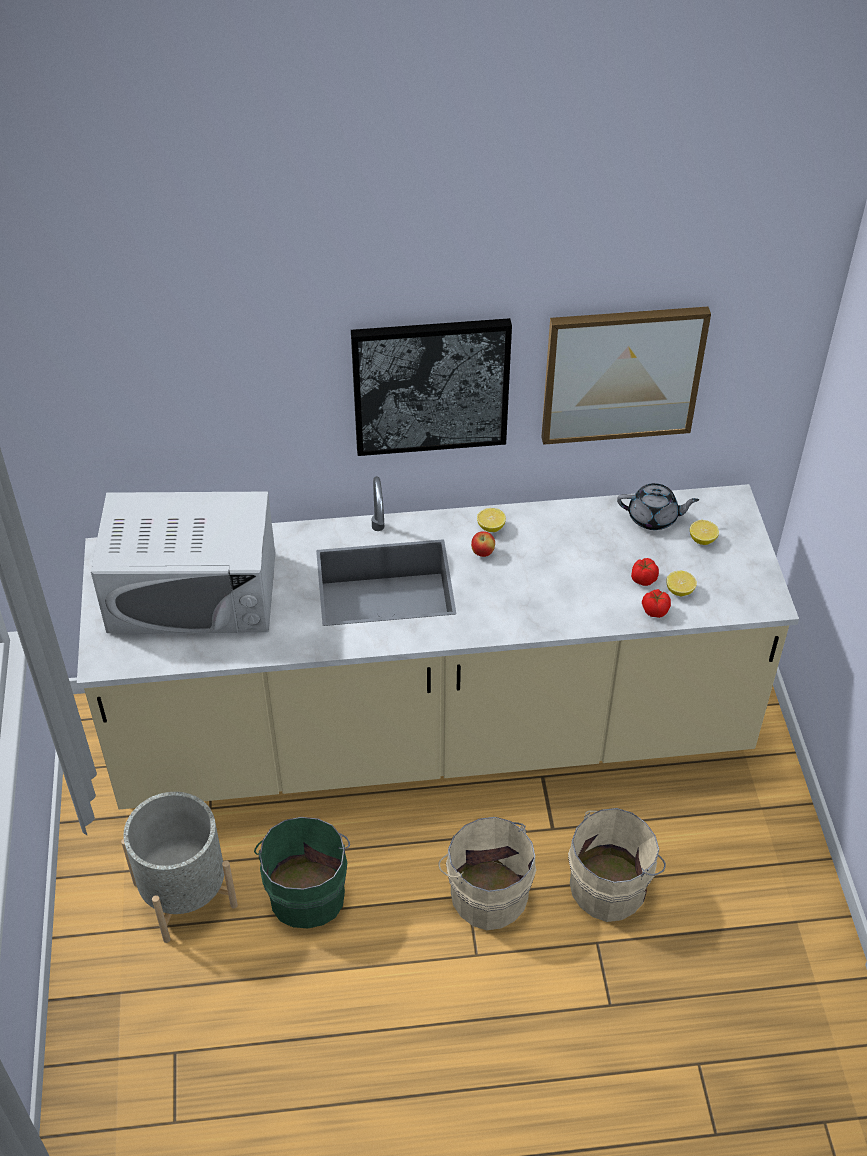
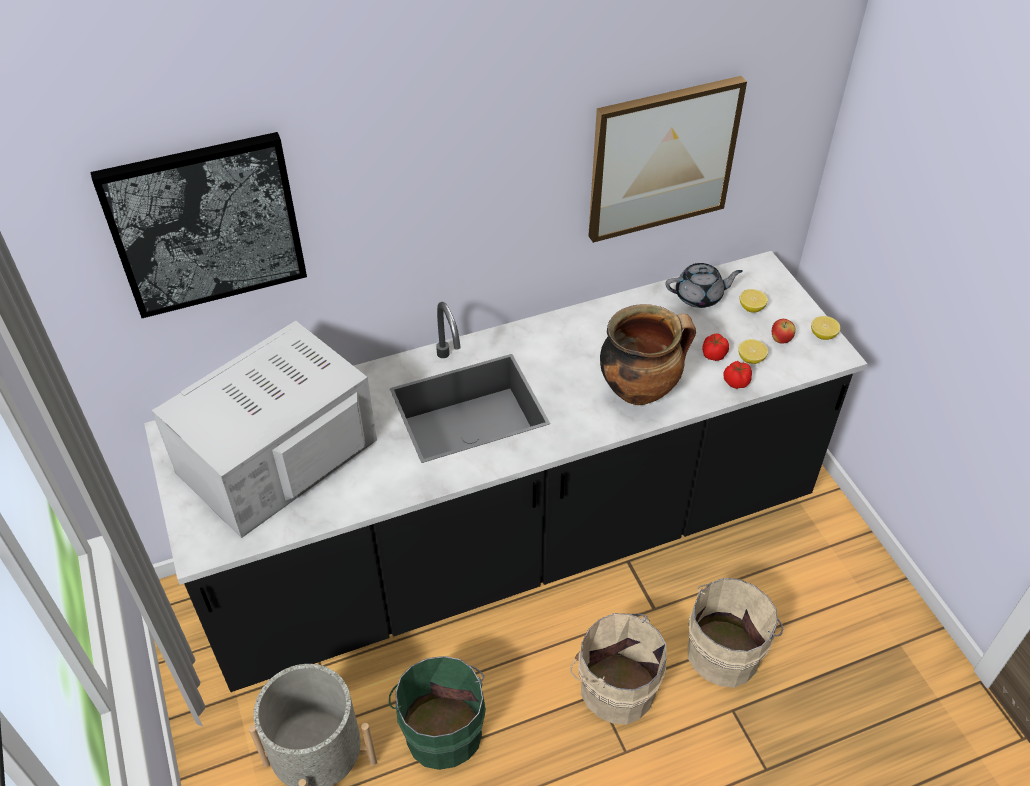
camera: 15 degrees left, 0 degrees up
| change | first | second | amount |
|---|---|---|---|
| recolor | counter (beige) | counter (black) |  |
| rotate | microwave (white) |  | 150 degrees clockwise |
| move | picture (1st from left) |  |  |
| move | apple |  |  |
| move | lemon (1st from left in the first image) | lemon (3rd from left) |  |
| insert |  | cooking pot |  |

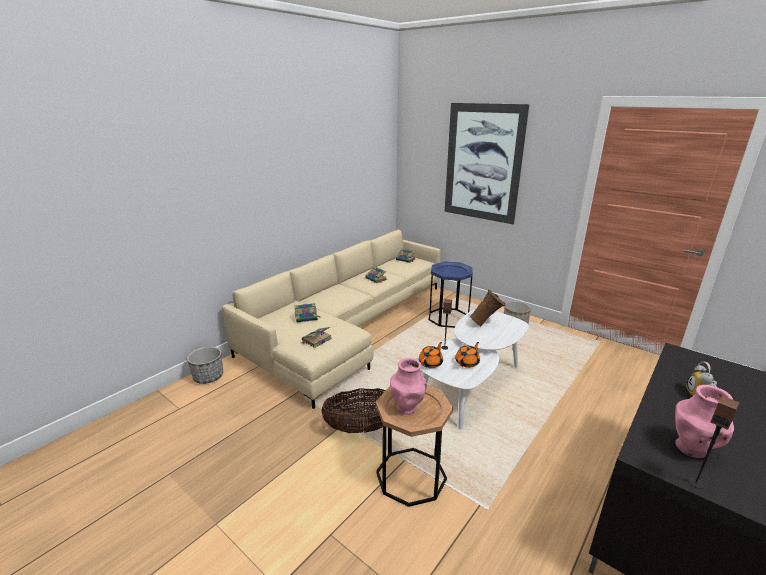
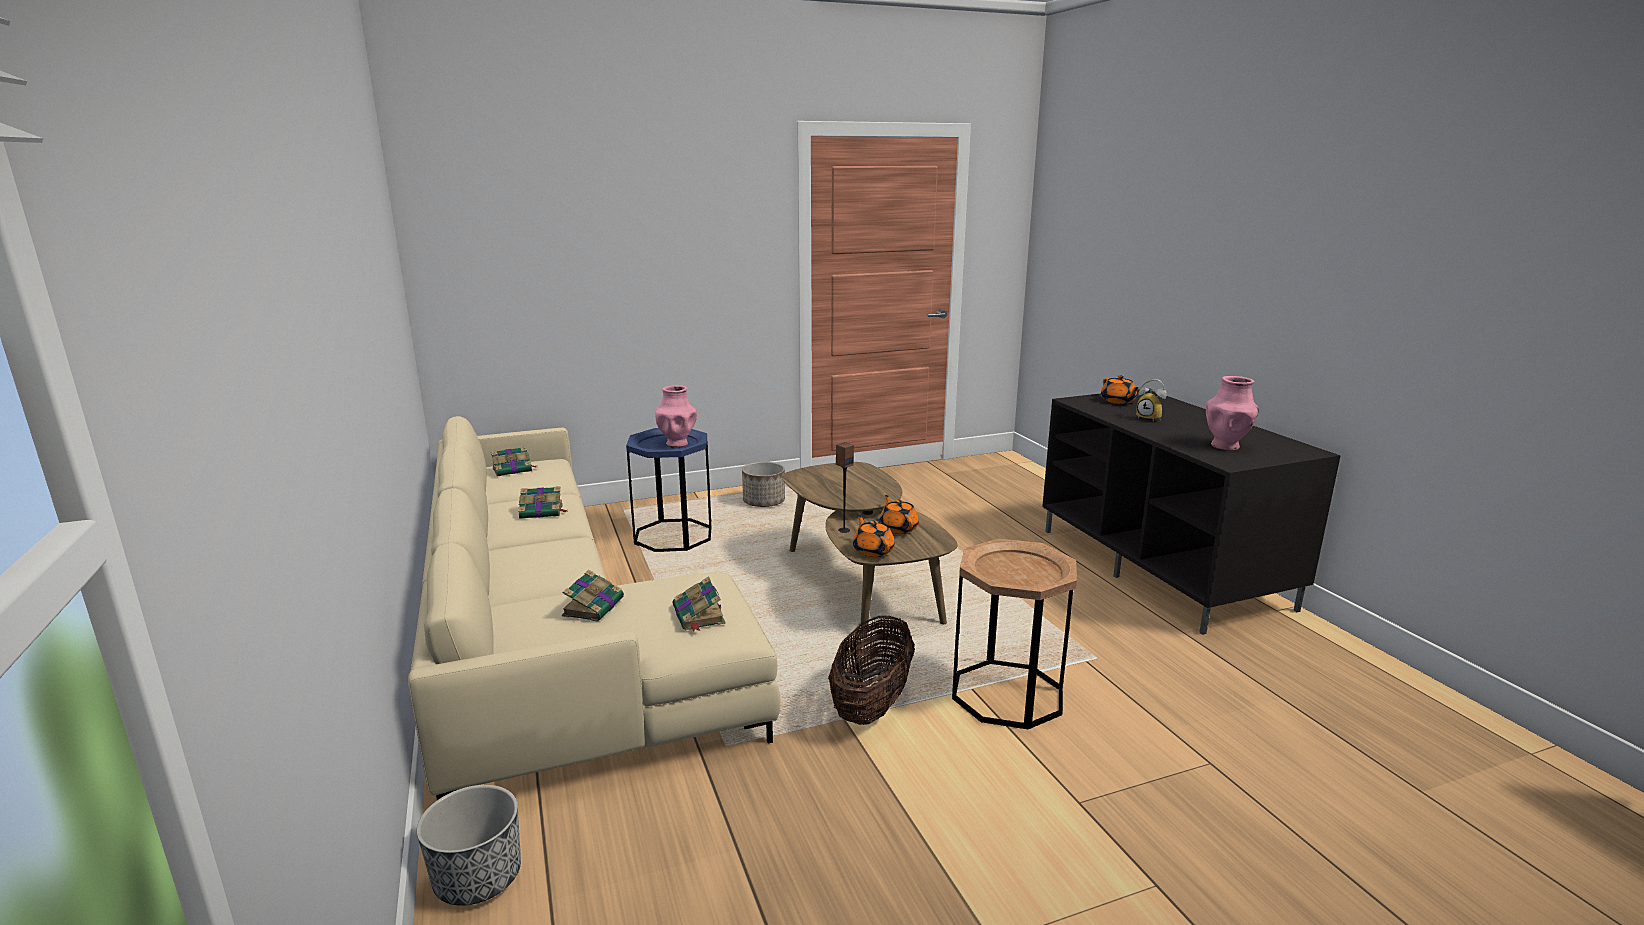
camera: 60 degrees left, 5 degrees down
| change | first | second | amount |
|---|---|---|---|
| move | vase (pink) (1st from left) |  |  |
| recolor | coffee table (white) | coffee table (brown) |  |
| delete | picture |  |  |
| delete | vase (brown) |  |  |
| delete | speaker (2nd from left) |  |  |
| insert |  | teapot (orange) (3rd from left) |  |

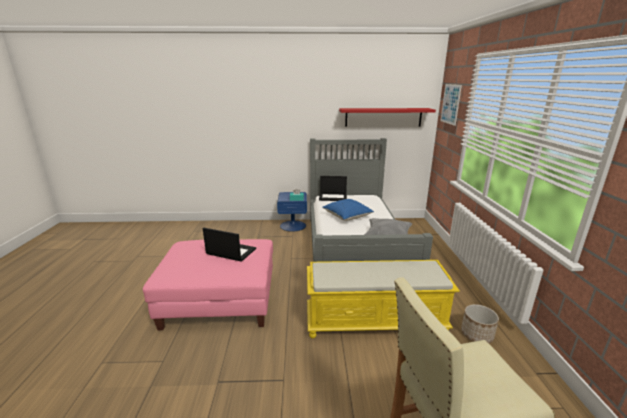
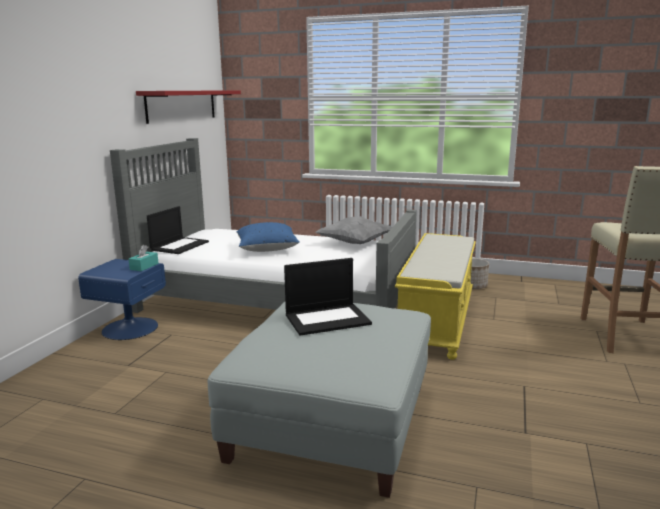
camera: 70 degrees left, 5 degrees down
| change | first | second | amount |
|---|---|---|---|
| recolor | ottoman (pink) | ottoman (grey) |  |
| rotate | laptop (1st from left in the first image) | laptop (2nd from left) | 150 degrees counterclockwise |
| delete | picture |  |  |

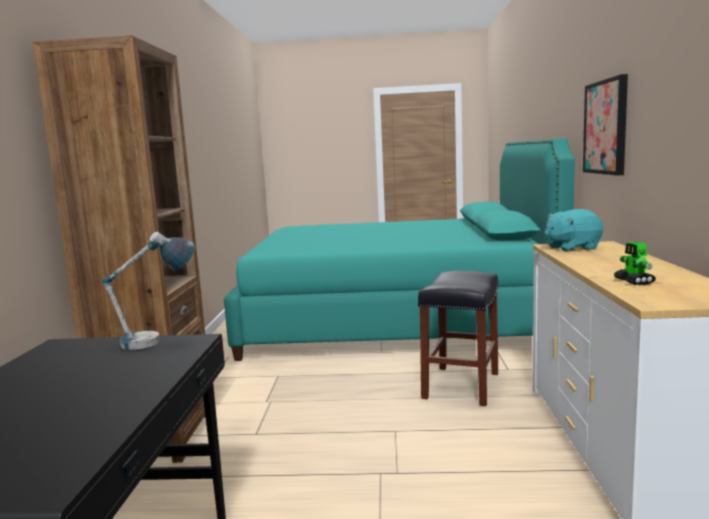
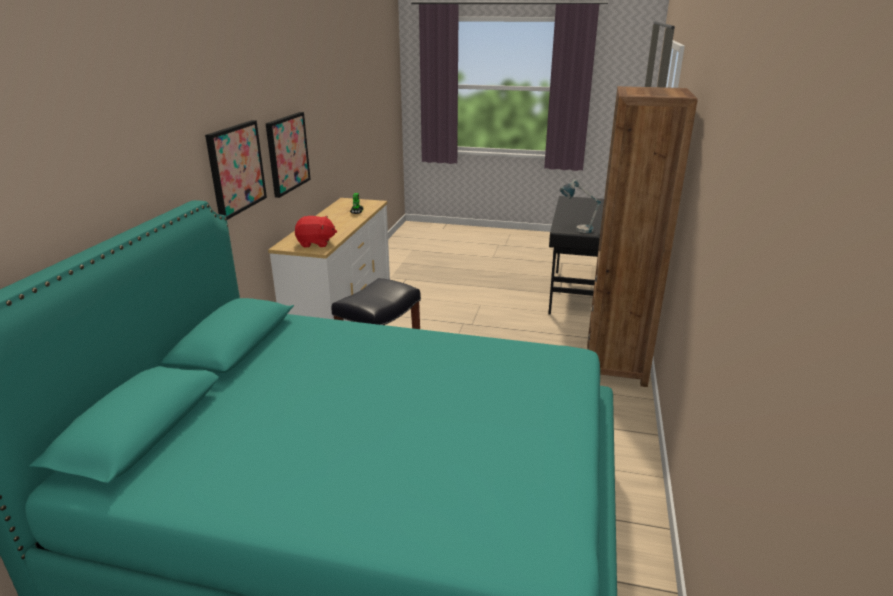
camera: 170 degrees left, 15 degrees up
| change | first | second | amount |
|---|---|---|---|
| recolor | plush toy (turquoise) | plush toy (red) |  |
| insert |  | picture (2nd from left) |  |

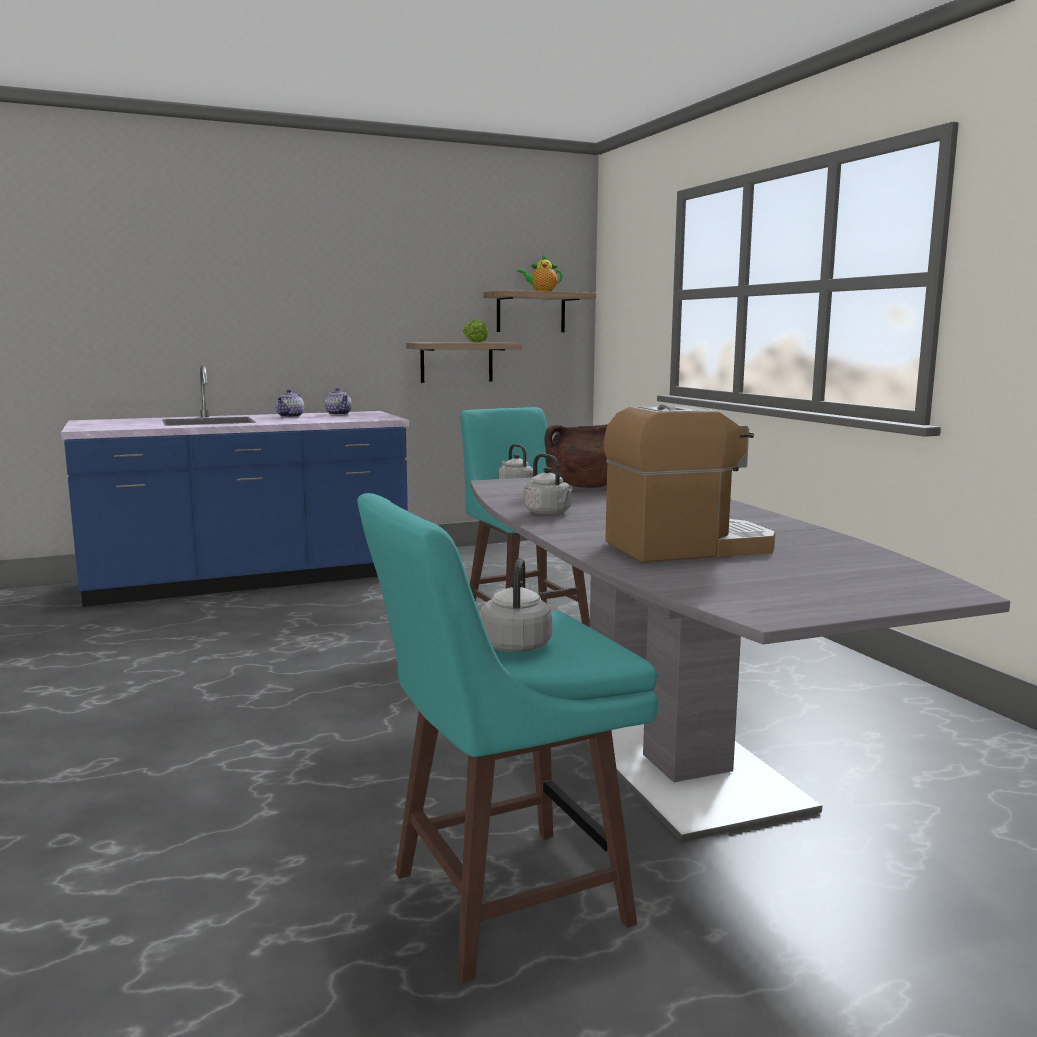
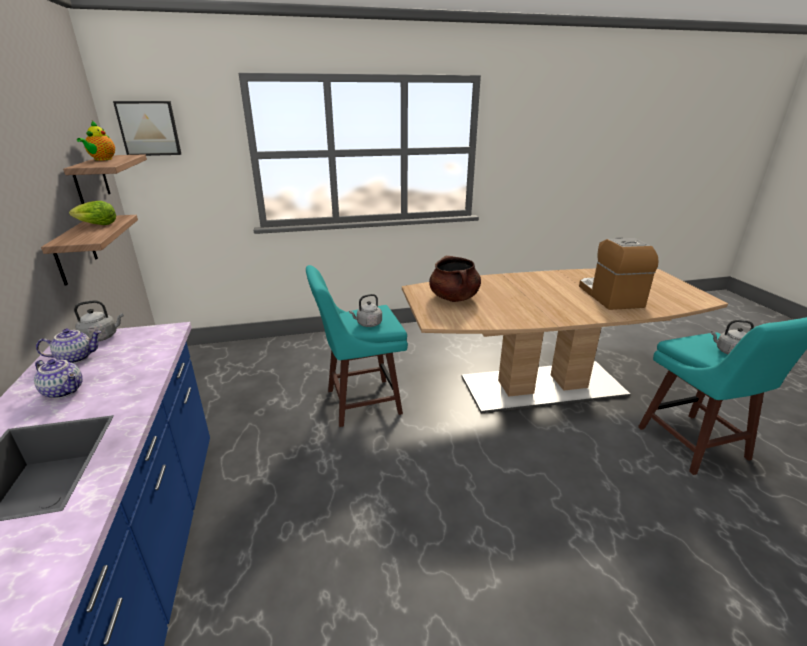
camera: 80 degrees left, 15 degrees up
| change | first | second | amount |
|---|---|---|---|
| recolor | dining table (grey) | dining table (brown) |  |
| move | kettle (grey) (3rd from left in the first image) | kettle (grey) (1st from left) |  |
| insert |  | picture |  |

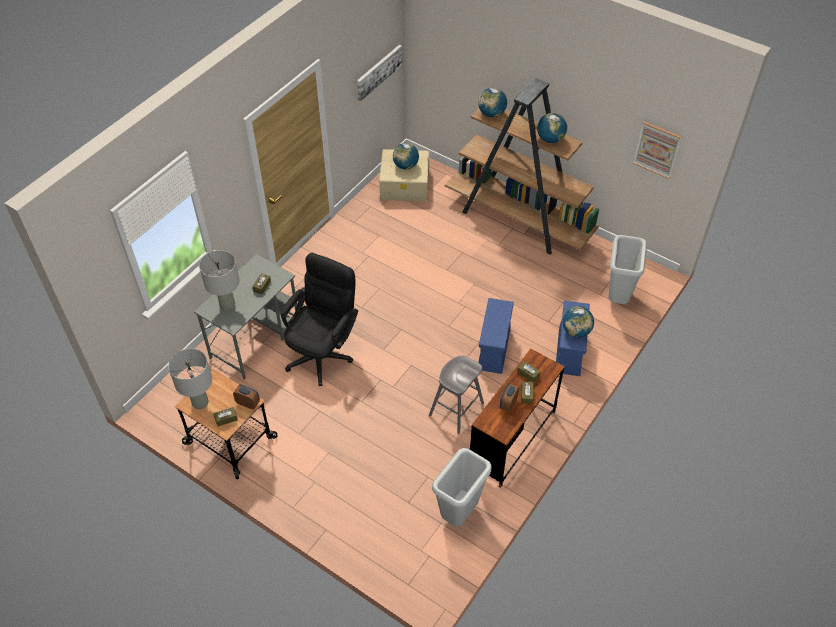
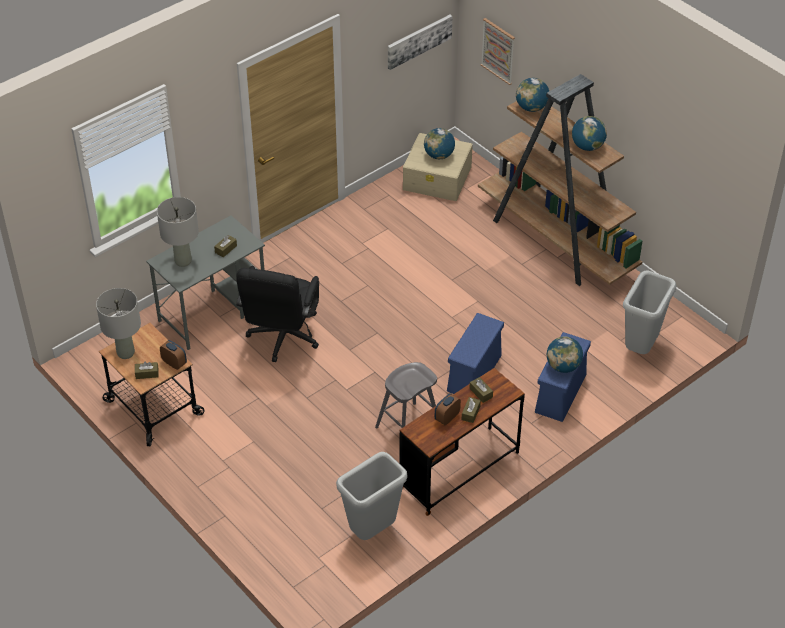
camera: 15 degrees right, 5 degrees down
| change | first | second | amount |
|---|---|---|---|
| rotate | office chair (black) |  | 150 degrees clockwise |
| move | picture (2nd from left) |  |  |

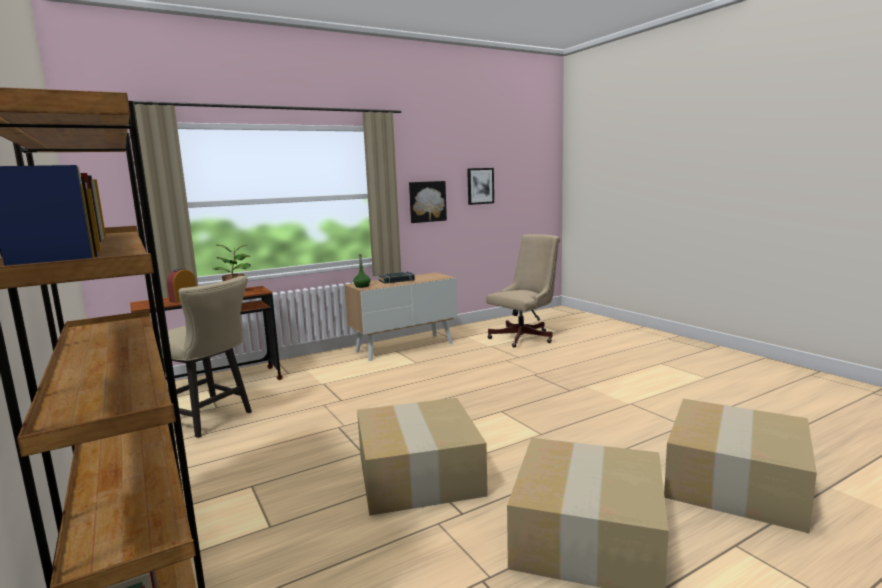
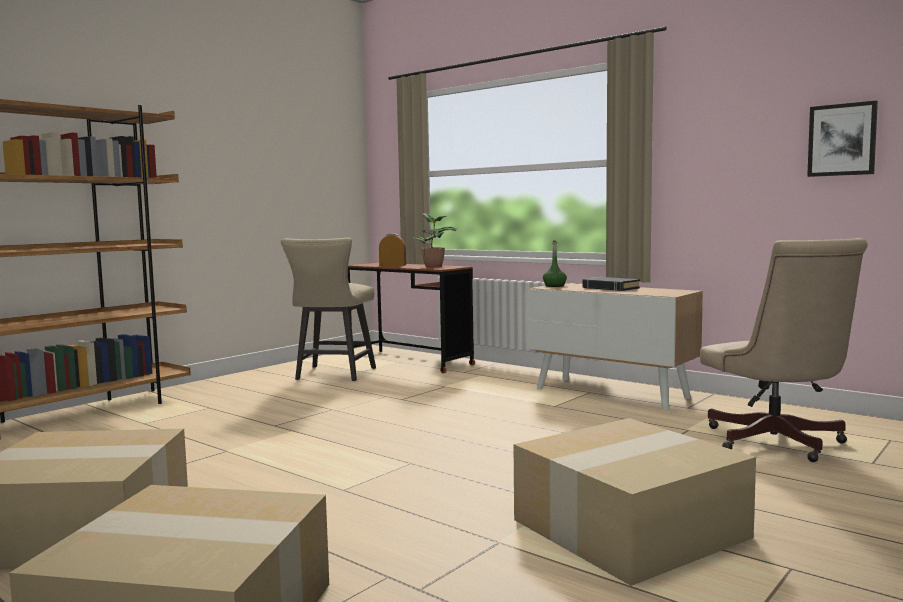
camera: 70 degrees right, 5 degrees down
| change | first | second | amount |
|---|---|---|---|
| move | cardboard box (1st from left in the first image) | cardboard box (3rd from left) |  |
| delete | picture (1st from left) |  |  |
| rotate | office chair (beige) |  | 45 degrees clockwise |

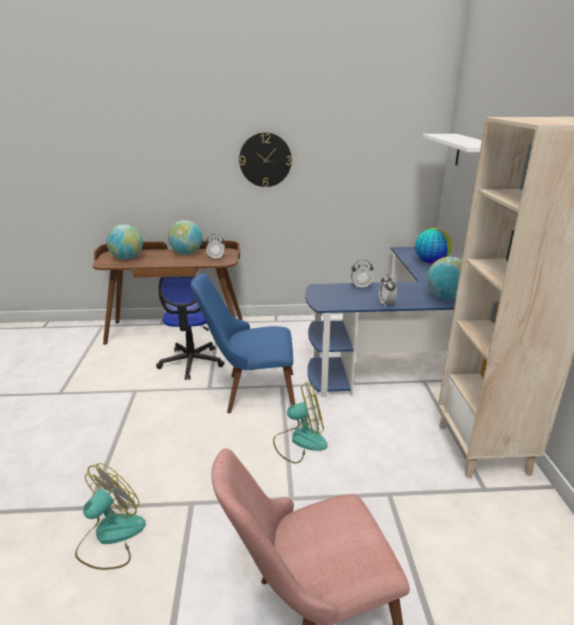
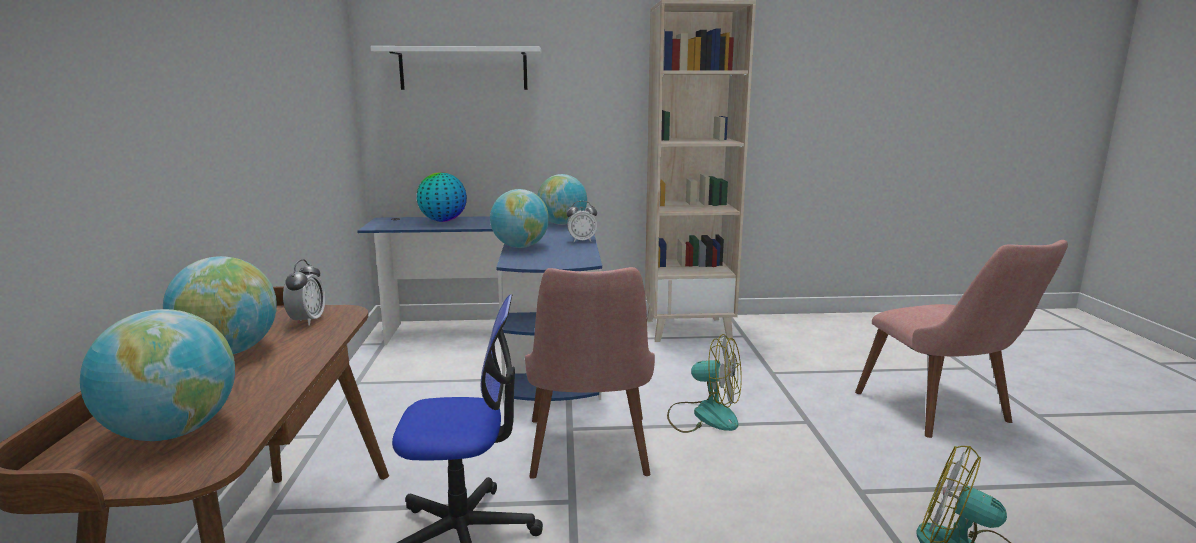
camera: 90 degrees left, 10 degrees down
| change | first | second | amount |
|---|---|---|---|
| recolor | chair (blue) | chair (pink) (1st from left) |  |
| delete | wall clock |  |  |
| rotate | fan (2nd from left in the first image) | fan (1st from left) | 120 degrees clockwise |
| replace | alarm clock (2nd from left) | globe (4th from left) |  |

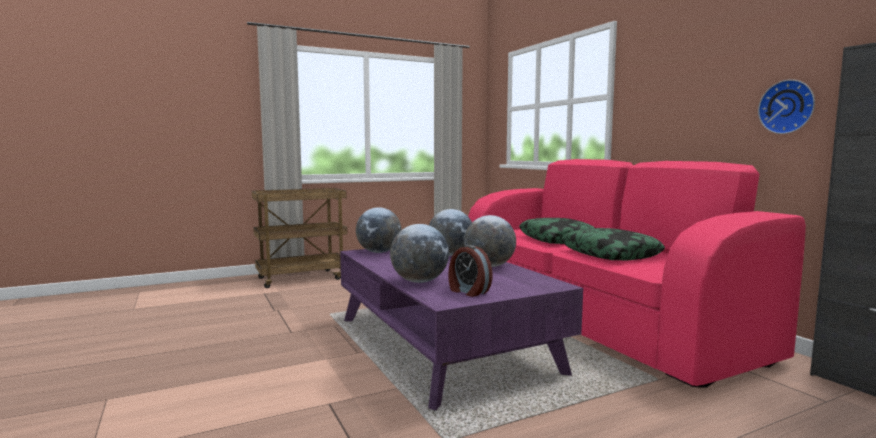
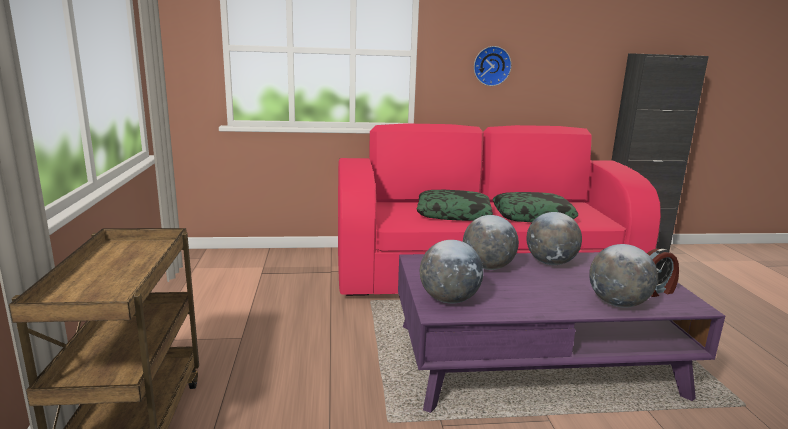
camera: 70 degrees left, 10 degrees up
| change | first | second | amount |
|---|---|---|---|
| move | wall clock |  |  |

